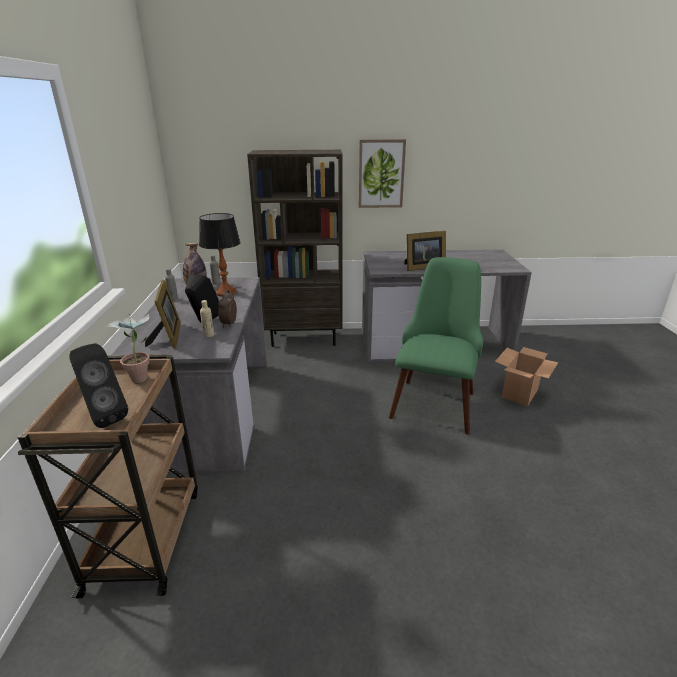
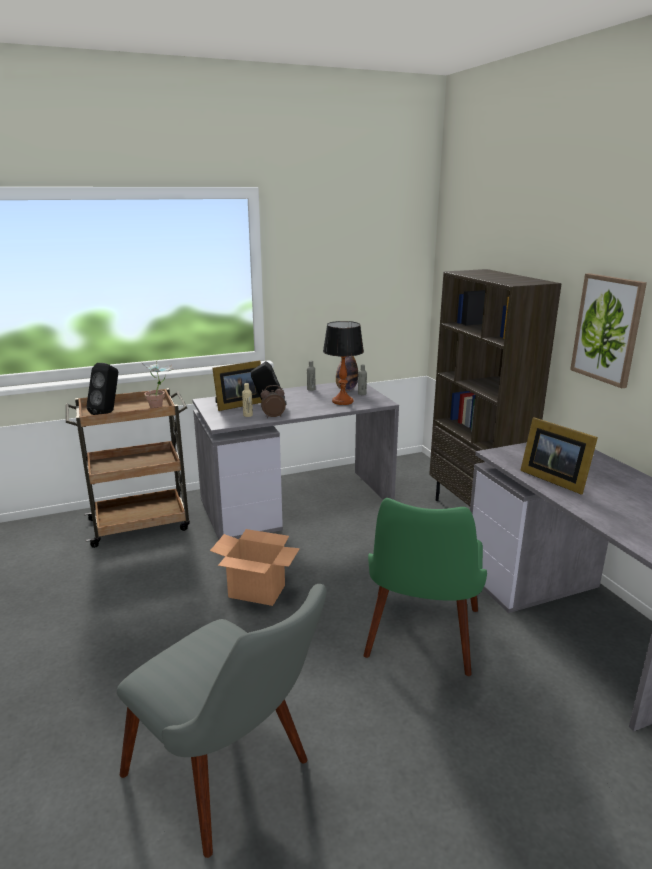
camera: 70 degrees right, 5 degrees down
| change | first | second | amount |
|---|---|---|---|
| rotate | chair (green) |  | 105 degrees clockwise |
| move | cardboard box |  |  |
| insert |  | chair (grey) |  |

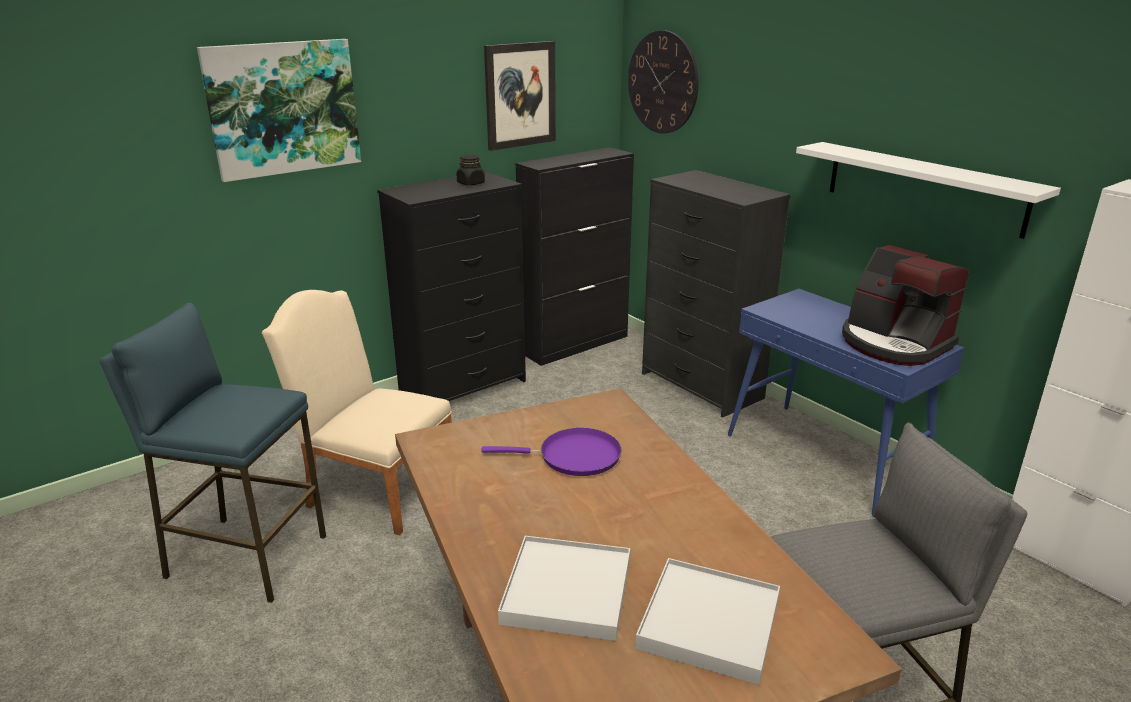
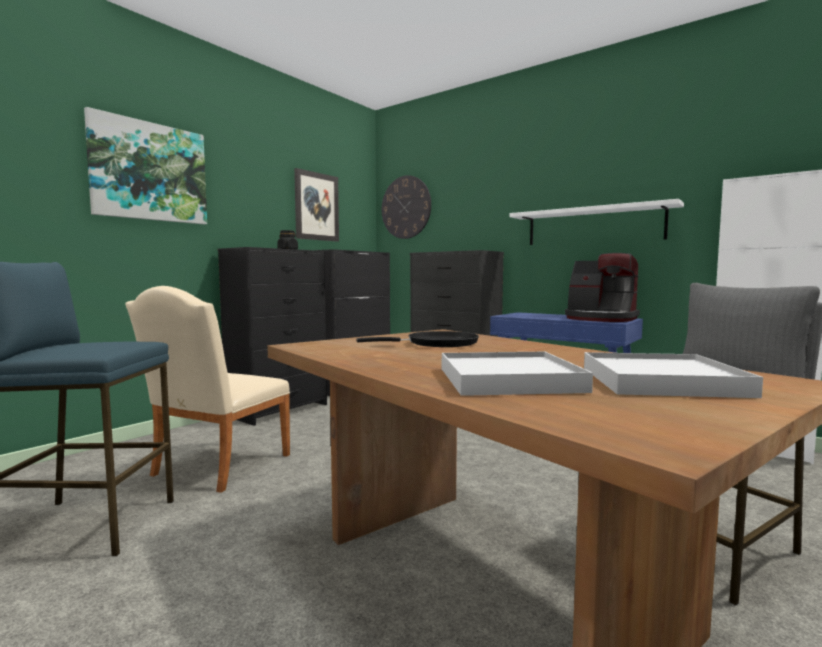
camera: 15 degrees left, 20 degrees down
| change | first | second | amount |
|---|---|---|---|
| rotate | chair (beige) |  | 75 degrees counterclockwise |
| recolor | frying pan (purple) | frying pan (black) |  |

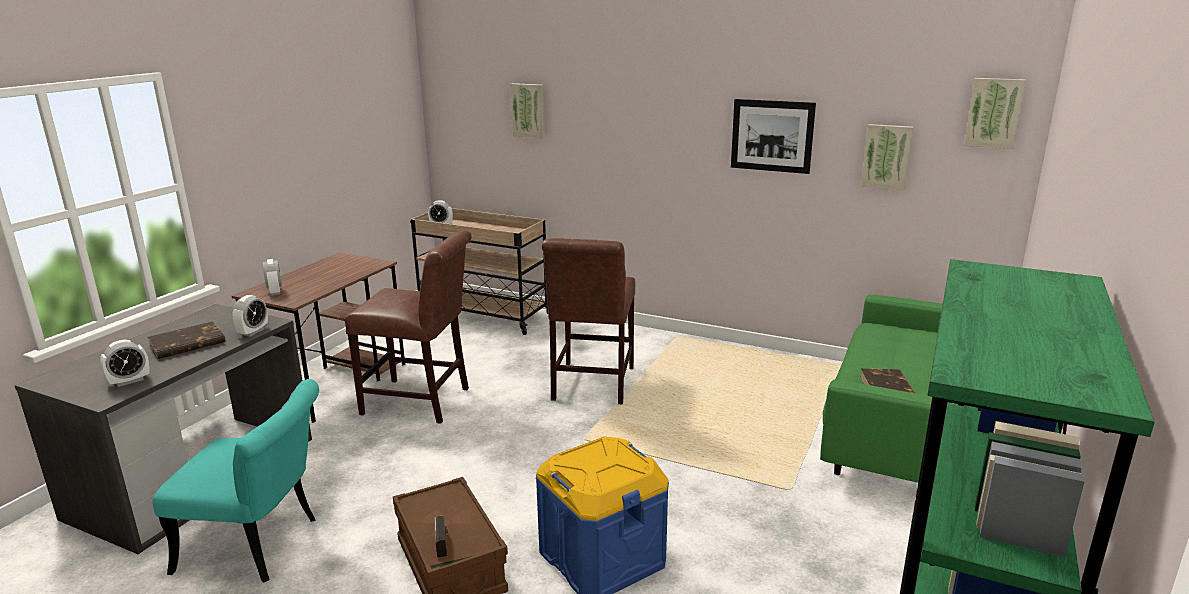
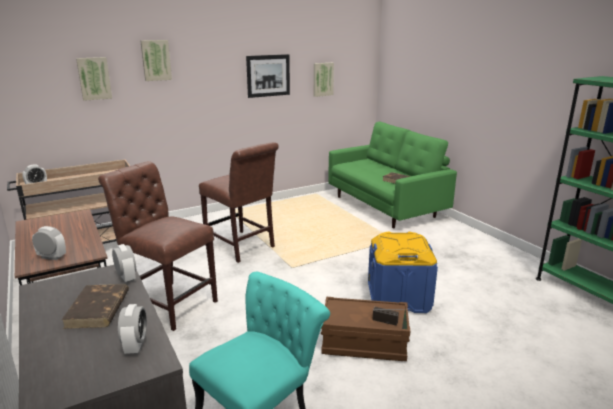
camera: 55 degrees left, 0 degrees up
| change | first | second | amount |
|---|---|---|---|
| rotate | chair (brown) (1st from left) |  | 105 degrees counterclockwise |
| move | picture (4th from left in the first image) | picture (2nd from left) |  |

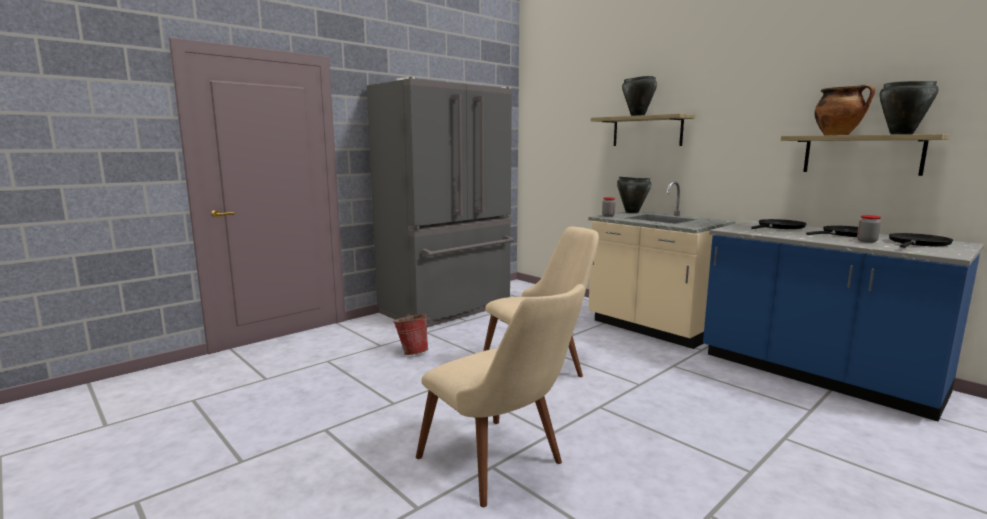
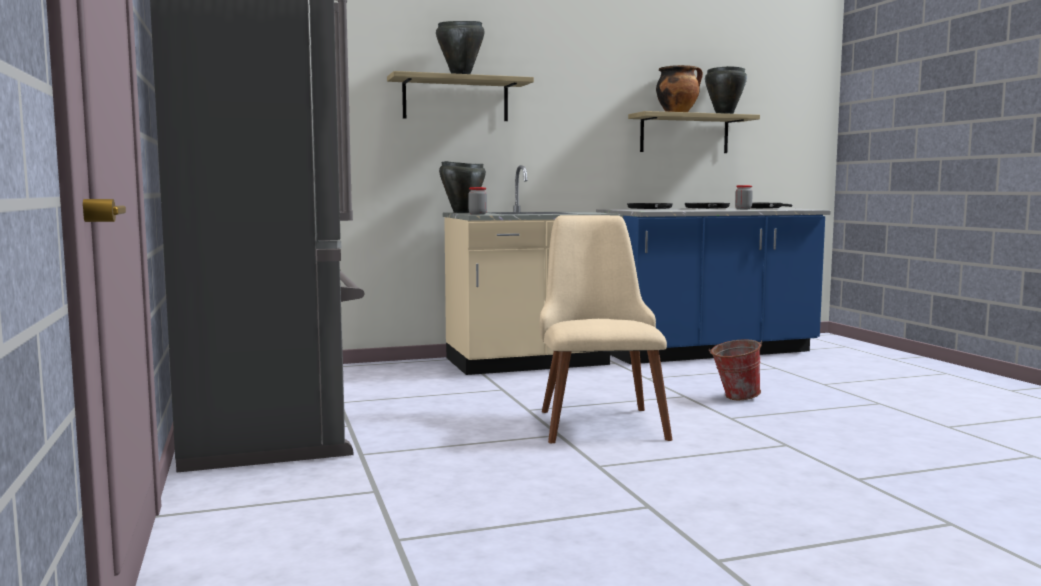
camera: 65 degrees left, 5 degrees down
| change | first | second | amount |
|---|---|---|---|
| move | bucket |  |  |
| delete | chair (beige) (1st from left) |  |  |

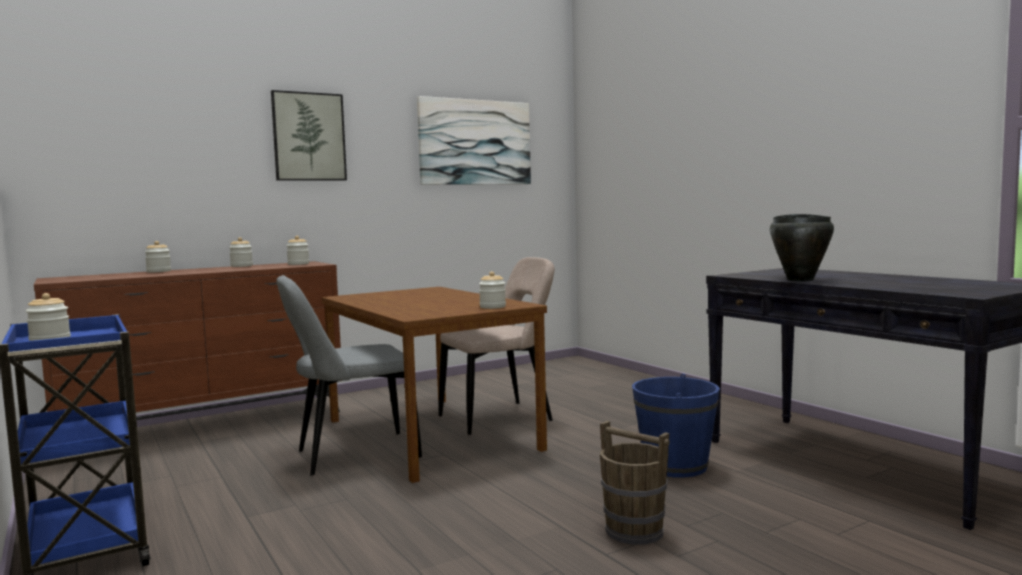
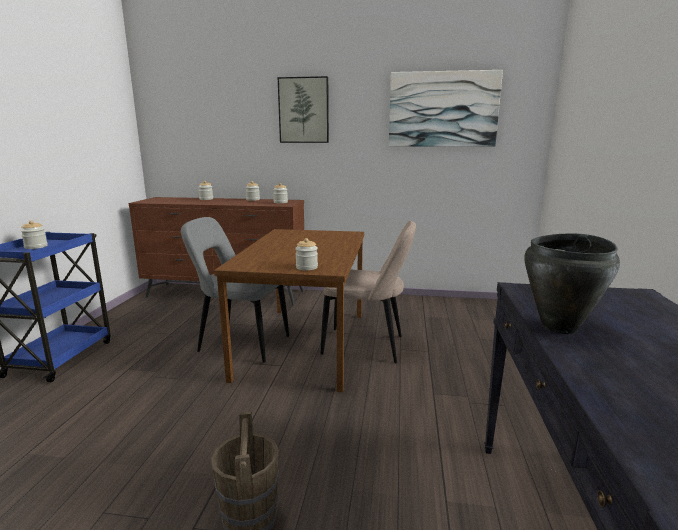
camera: 40 degrees right, 10 degrees up
| change | first | second | amount |
|---|---|---|---|
| delete | bucket (blue) |  |  |

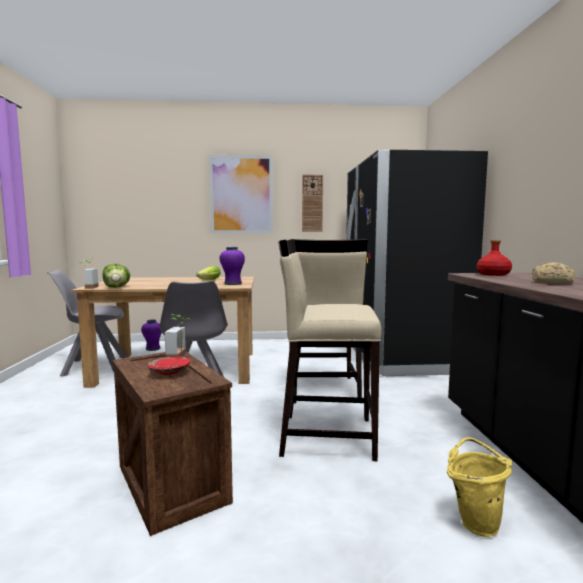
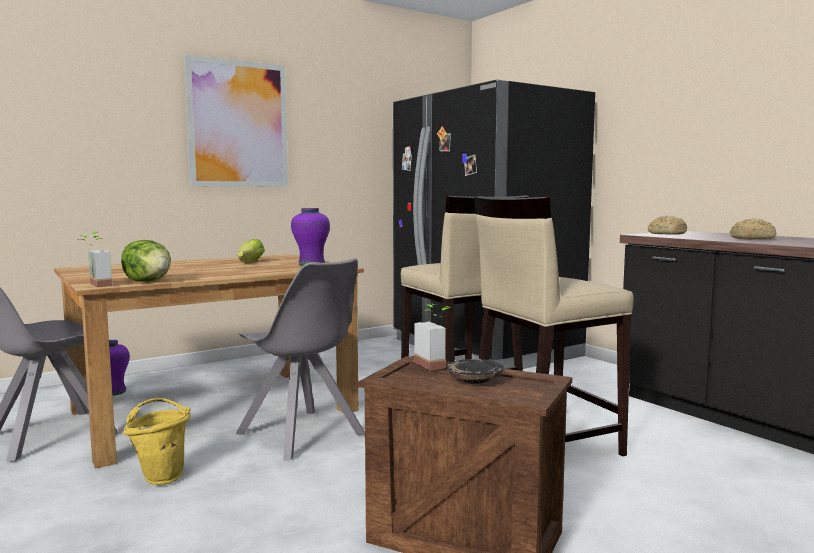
camera: 30 degrees left, 0 degrees up
| change | first | second | amount |
|---|---|---|---|
| recolor | plate (red) | plate (black) |  |
| delete | wall clock |  |  |
| move | bucket (yellow) |  |  |
| replace | bottle (red) | bread (1st from left) |  |

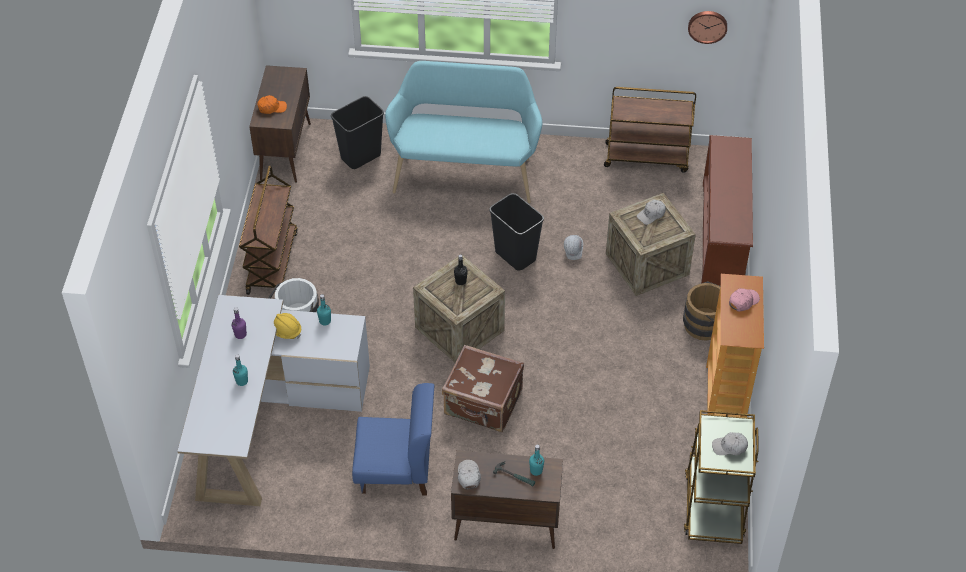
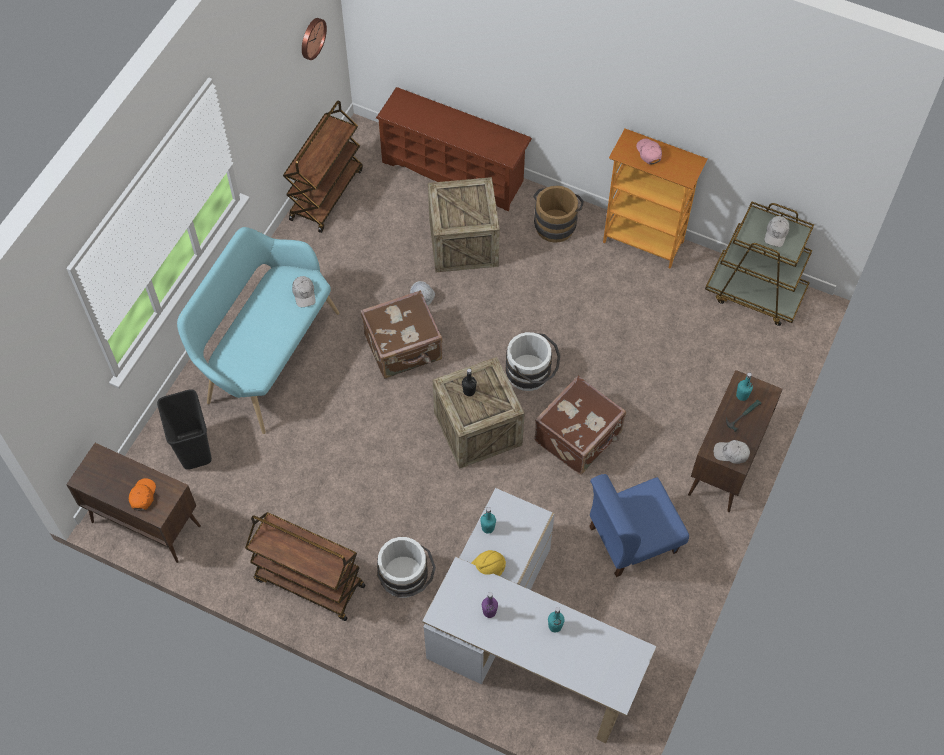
camera: 70 degrees left, 10 degrees up
| change | first | second | amount |
|---|---|---|---|
| rotate | chair (blue) |  | 135 degrees counterclockwise |
| replace | trash can (black) (2nd from left) | suitcase (brown) (1st from left) |  |
| move | cap (white) (2nd from left in the first image) | cap (white) (1st from left) |  |
| insert |  | bucket (white) (2nd from left) |  |

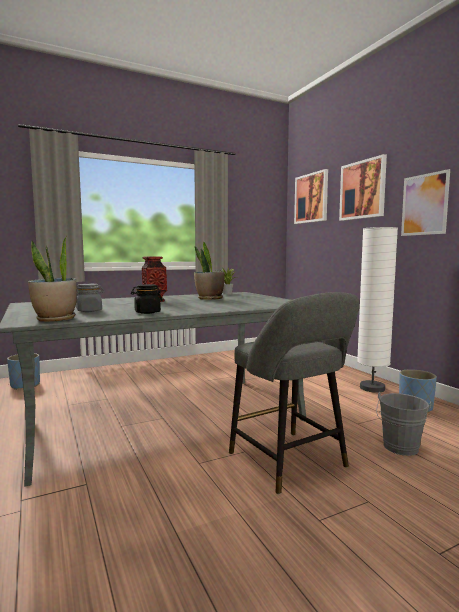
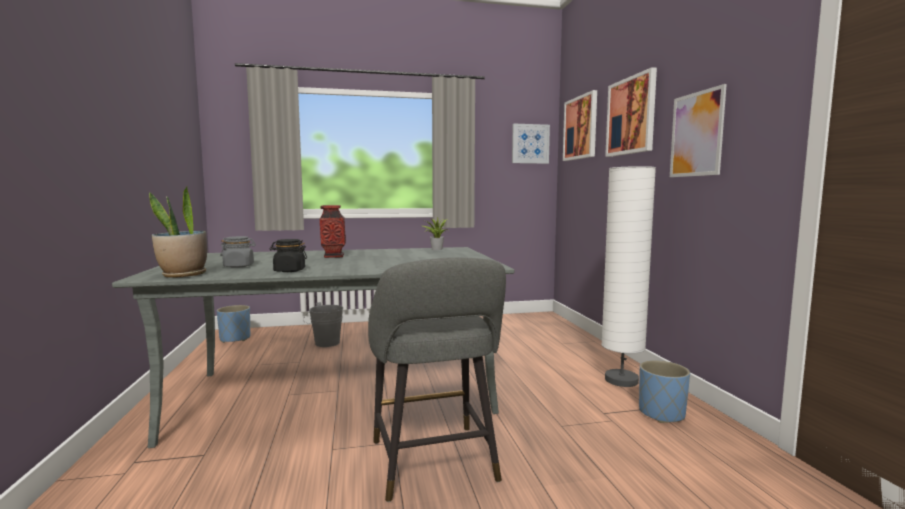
camera: 15 degrees right, 0 degrees up
| change | first | second | amount |
|---|---|---|---|
| delete | potted plant (2nd from left) |  |  |
| move | bucket (grey) |  |  |
| insert |  | picture (1st from left) |  |

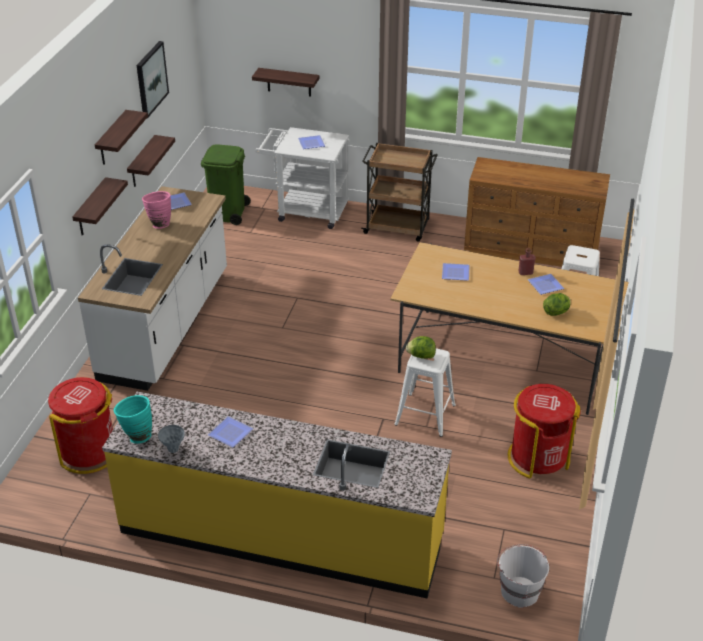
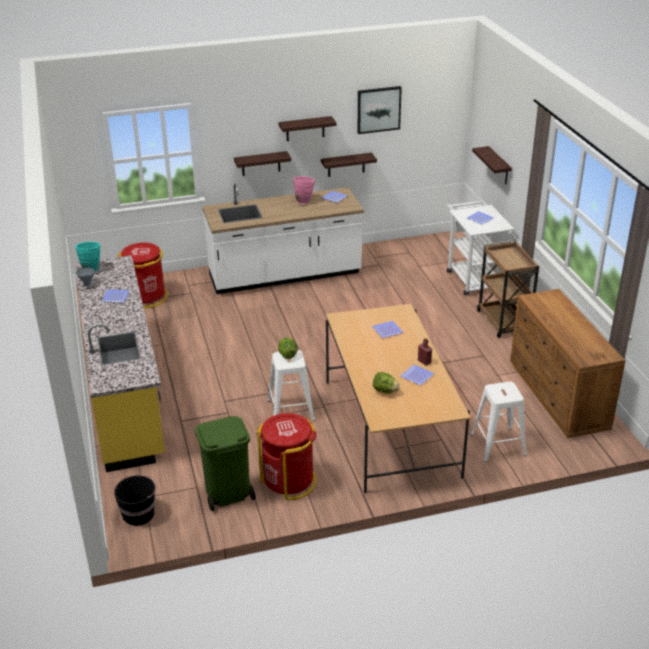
camera: 60 degrees right, 5 degrees down
| change | first | second | amount |
|---|---|---|---|
| move | trash can (green) |  |  |
| recolor | bucket (white) | bucket (black) |  |

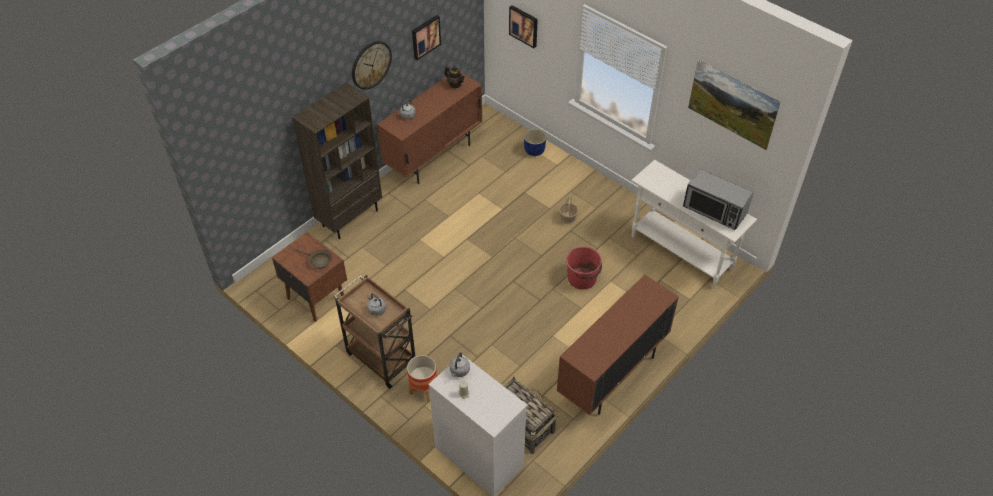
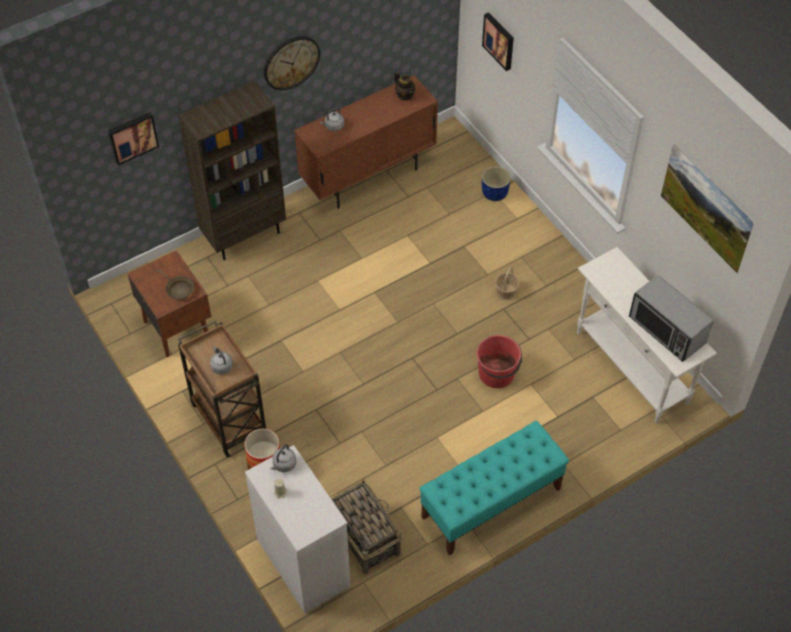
camera: 15 degrees right, 5 degrees up
| change | first | second | amount |
|---|---|---|---|
| move | picture (1st from left) |  |  |
| replace | cabinet (brown) (2nd from left) | bench (turquoise) |  |

